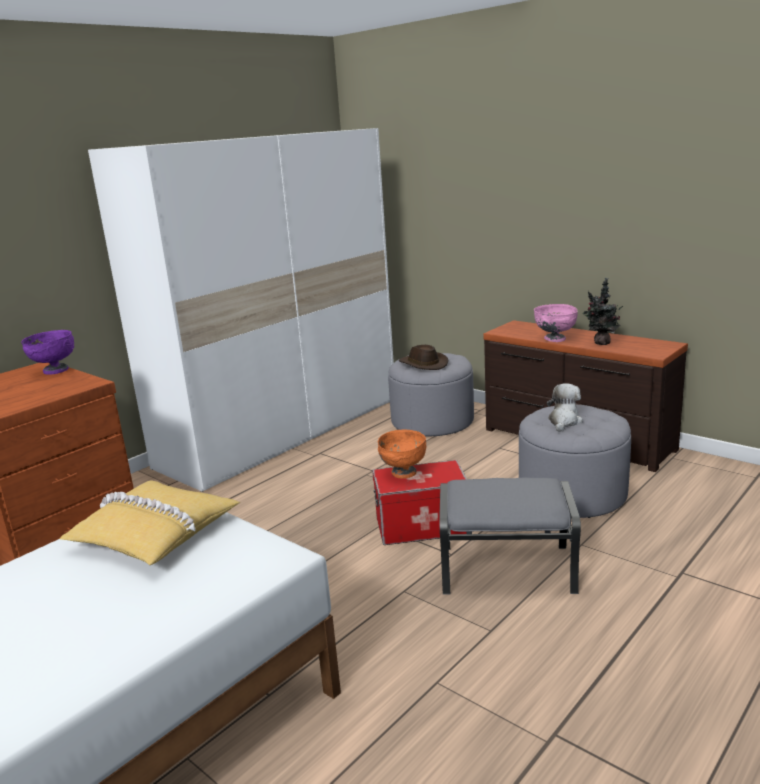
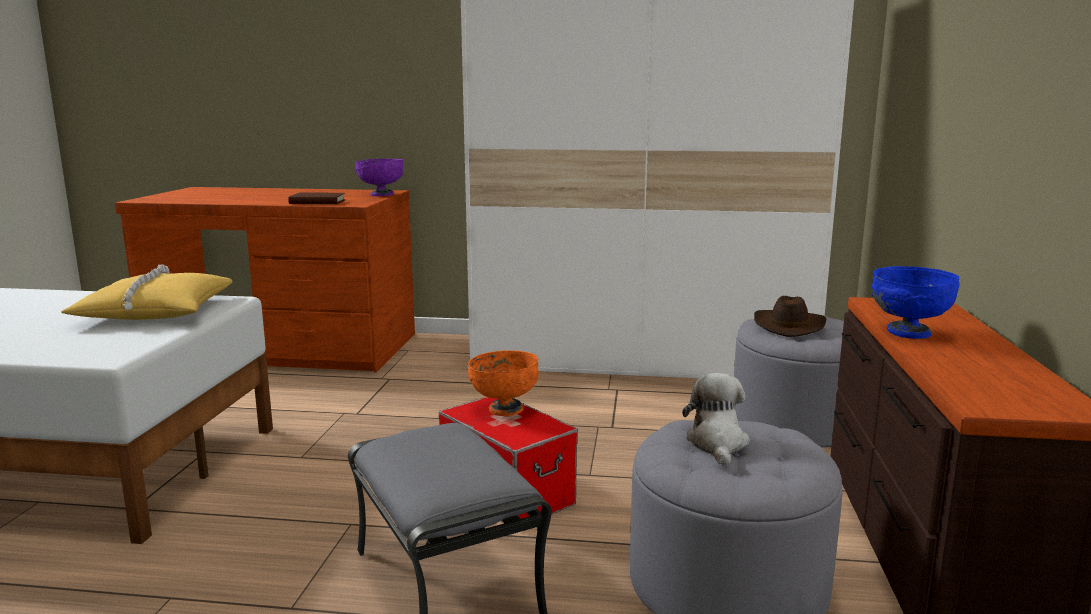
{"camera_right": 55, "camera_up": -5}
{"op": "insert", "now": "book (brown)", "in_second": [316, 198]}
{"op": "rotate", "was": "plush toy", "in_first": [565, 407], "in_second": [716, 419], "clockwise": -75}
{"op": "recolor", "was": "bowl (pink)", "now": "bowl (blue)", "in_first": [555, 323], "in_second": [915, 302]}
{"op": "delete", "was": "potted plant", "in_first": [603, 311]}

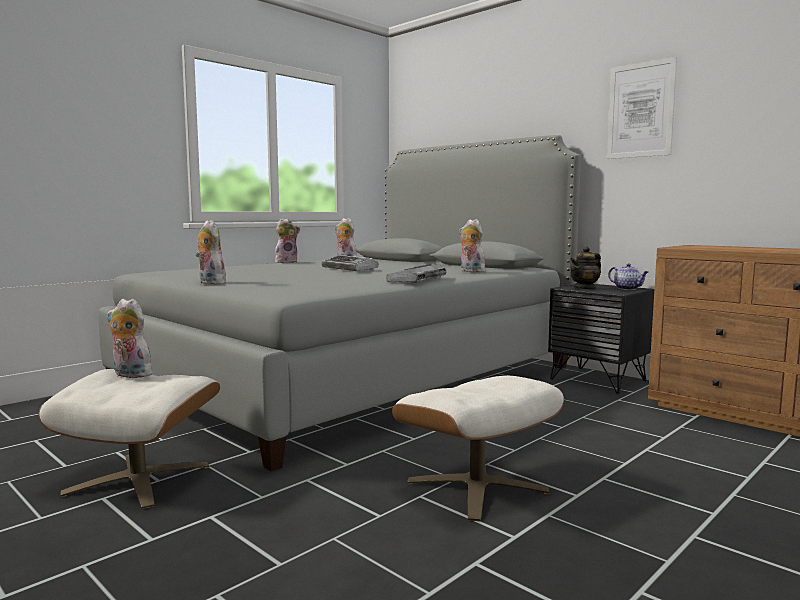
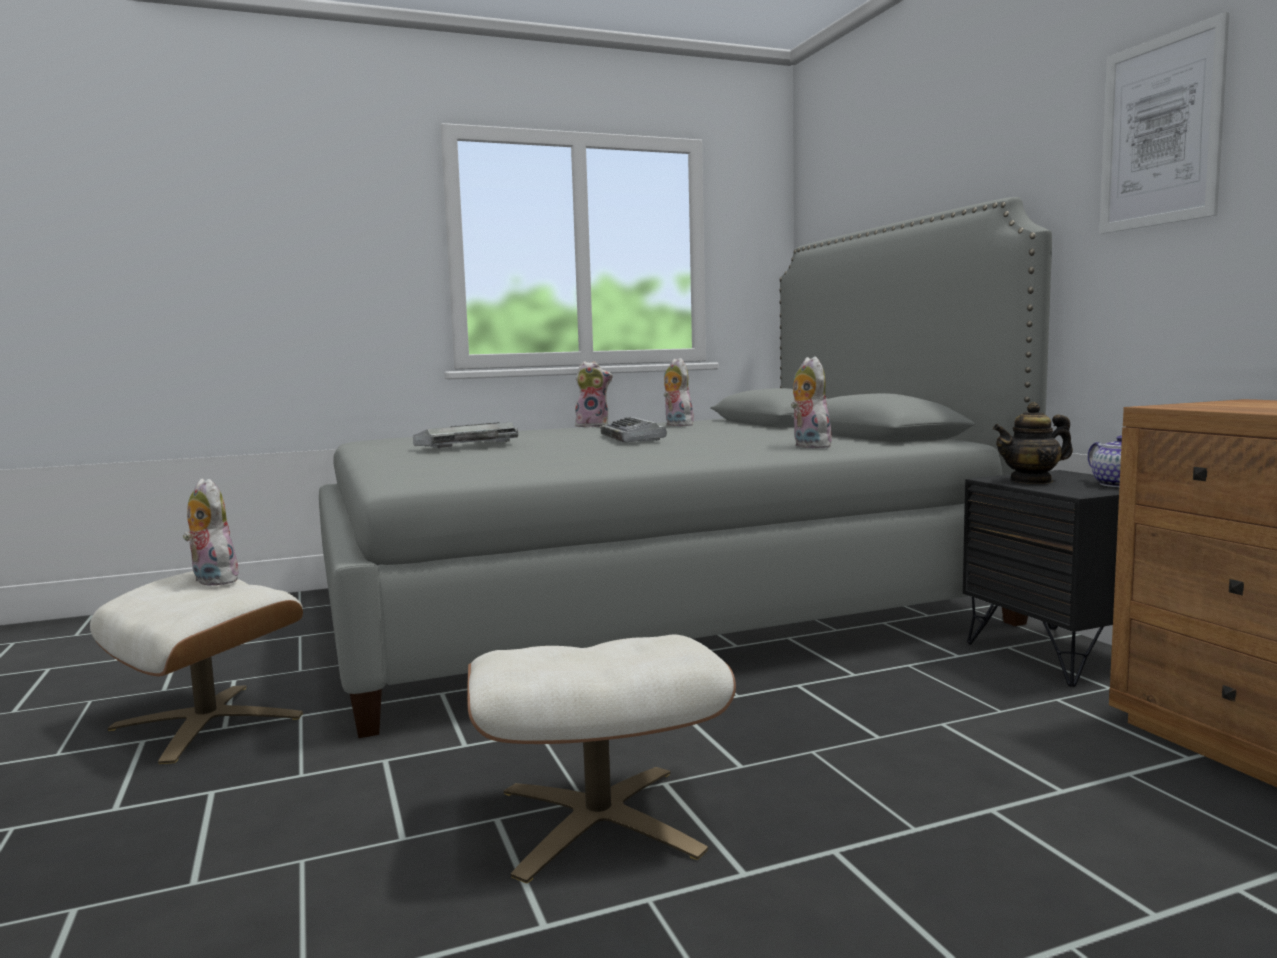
{"camera_right": 25, "camera_up": 0}
{"op": "move", "was": "keyboard", "in_first": [416, 273], "in_second": [465, 435]}
{"op": "delete", "was": "plush toy", "in_first": [210, 252]}

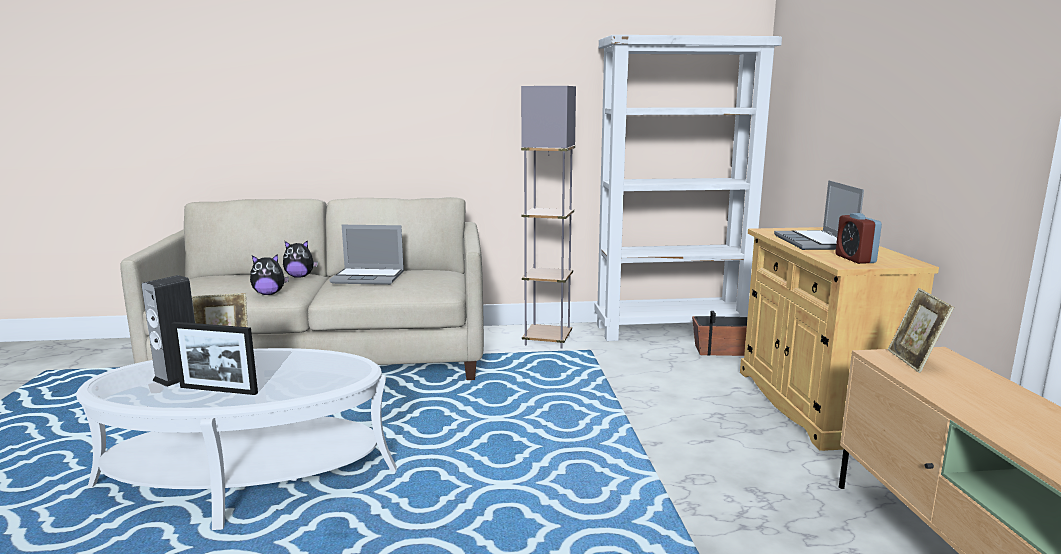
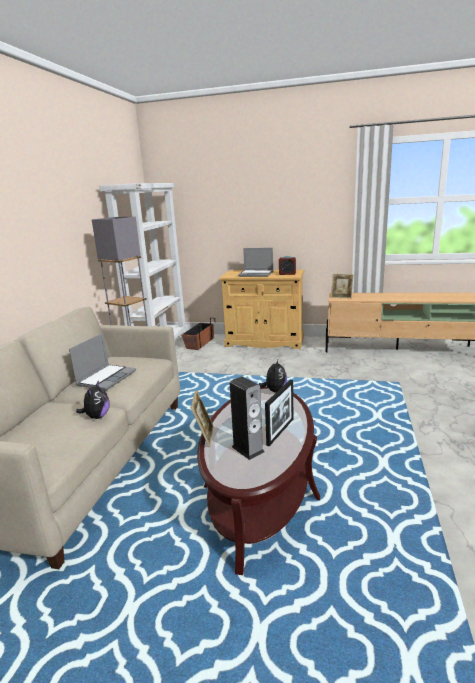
{"camera_right": -70, "camera_up": 5}
{"op": "recolor", "was": "coffee table (white)", "now": "coffee table (brown)", "in_first": [236, 439], "in_second": [258, 480]}
{"op": "move", "was": "plush toy", "in_first": [300, 259], "in_second": [273, 376]}

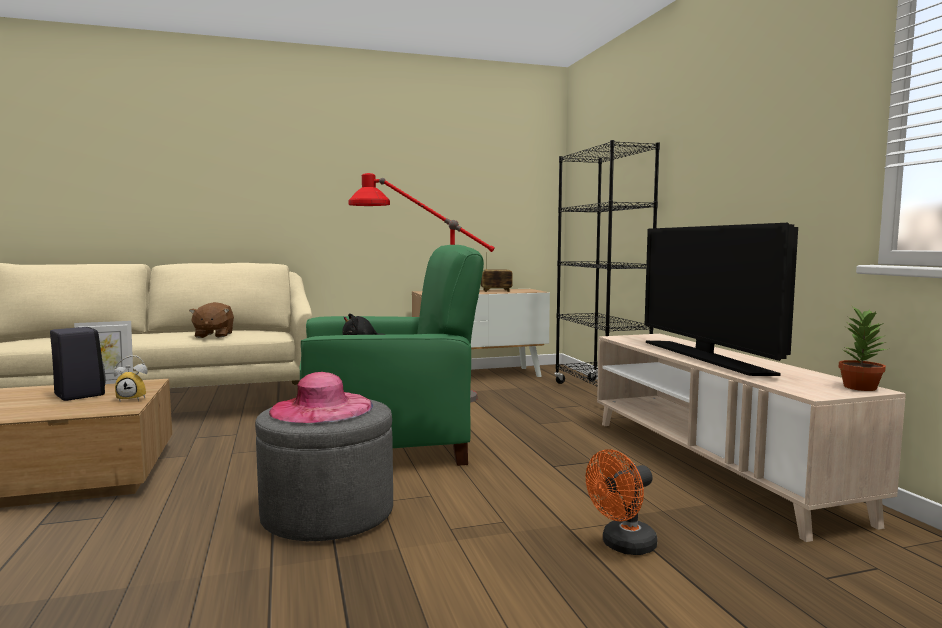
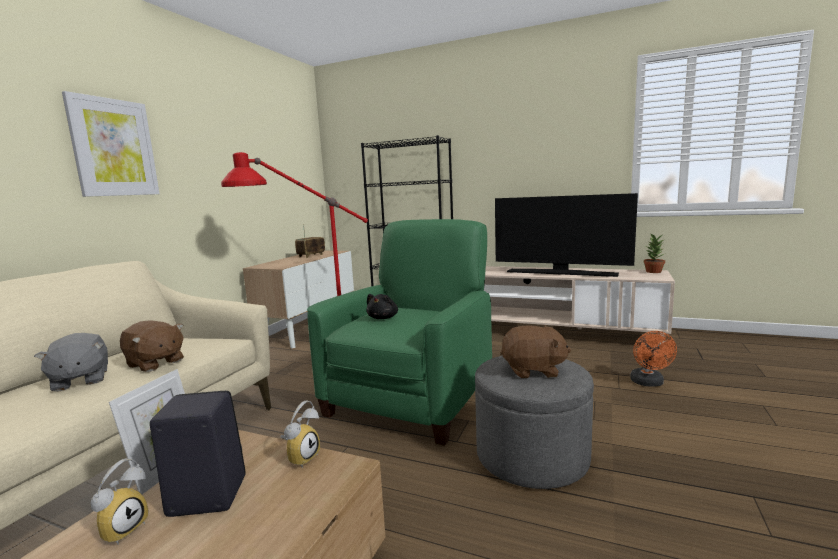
{"camera_right": -50, "camera_up": 5}
{"op": "insert", "now": "plush toy (grey)", "in_second": [71, 362]}
{"op": "insert", "now": "picture", "in_second": [111, 144]}
{"op": "insert", "now": "alarm clock", "in_second": [119, 502]}
{"op": "replace", "was": "hat (pink)", "now": "plush toy (brown)", "in_first": [321, 397], "in_second": [536, 351]}

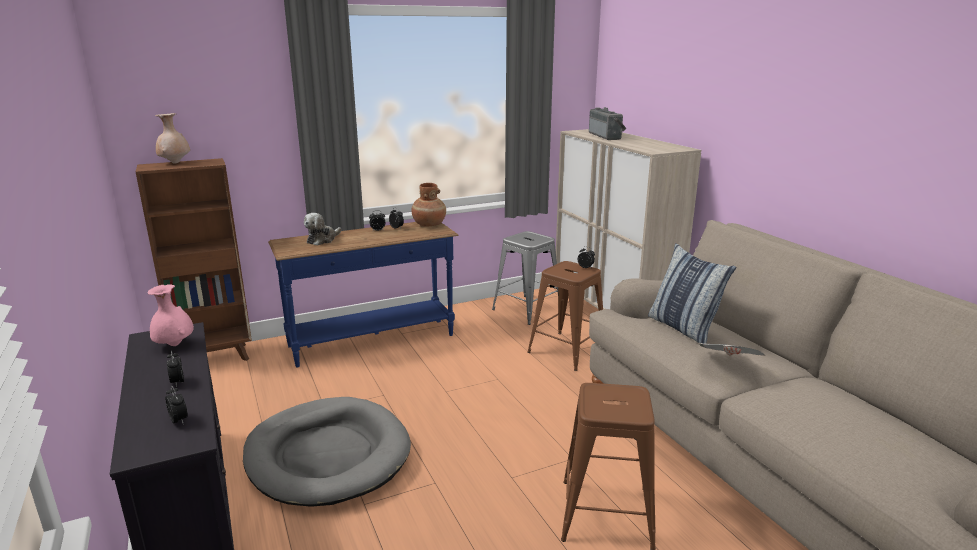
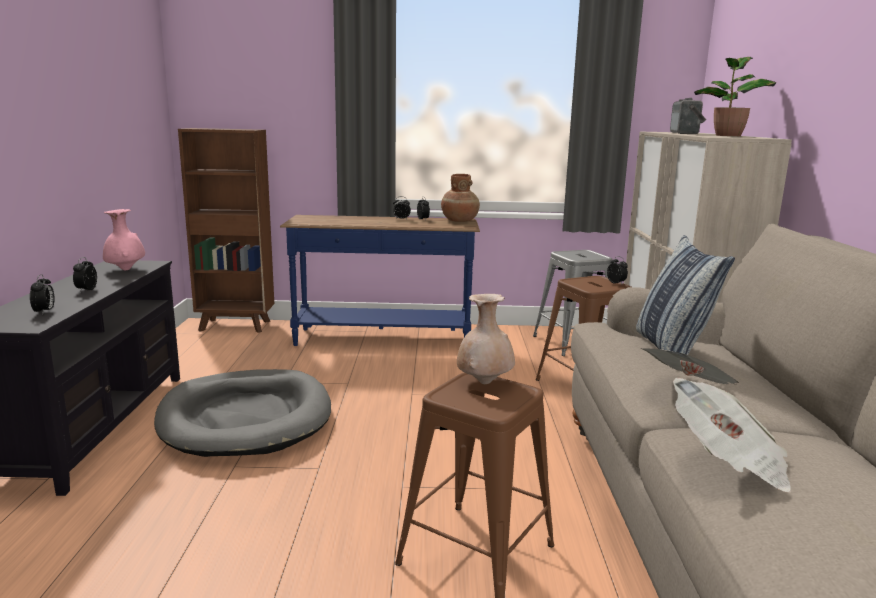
{"camera_right": 25, "camera_up": -5}
{"op": "move", "was": "vase (beige)", "in_first": [172, 138], "in_second": [486, 339]}
{"op": "insert", "now": "newspaper", "in_second": [732, 435]}
{"op": "insert", "now": "potted plant", "in_second": [735, 96]}
{"op": "delete", "was": "plush toy", "in_first": [322, 229]}

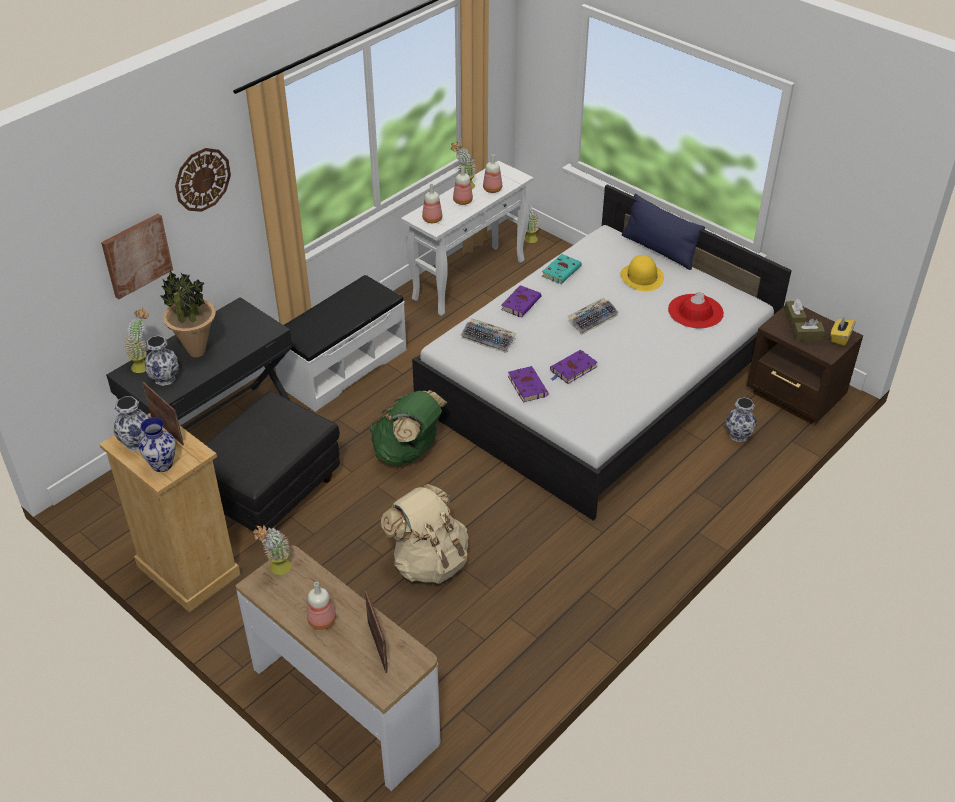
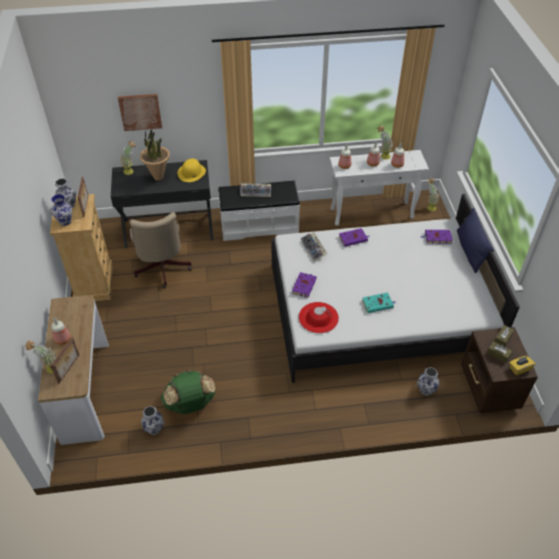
{"camera_right": 40, "camera_up": 5}
{"op": "move", "was": "potted plant", "in_first": [272, 550], "in_second": [41, 356]}
{"op": "replace", "was": "ottoman (black)", "now": "office chair (beige)", "in_first": [272, 461], "in_second": [161, 250]}
{"op": "move", "was": "vase", "in_first": [162, 361], "in_second": [152, 420]}
{"op": "move", "was": "backpack (green)", "in_first": [408, 428], "in_second": [188, 391]}
{"op": "move", "was": "hat (yellow)", "in_first": [642, 273], "in_second": [192, 170]}
{"op": "move", "was": "keyboard", "in_first": [593, 316], "in_second": [255, 190]}
{"op": "move", "was": "hat (red)", "in_first": [696, 310], "in_second": [319, 317]}
{"op": "move", "was": "book (turquoise)", "in_first": [562, 269], "in_second": [379, 302]}
{"op": "move", "was": "book (purple)", "in_first": [574, 367], "in_second": [436, 237]}
{"op": "delete", "was": "wall clock", "in_first": [203, 180]}
{"op": "delete", "was": "backpack (beige)", "in_first": [424, 534]}

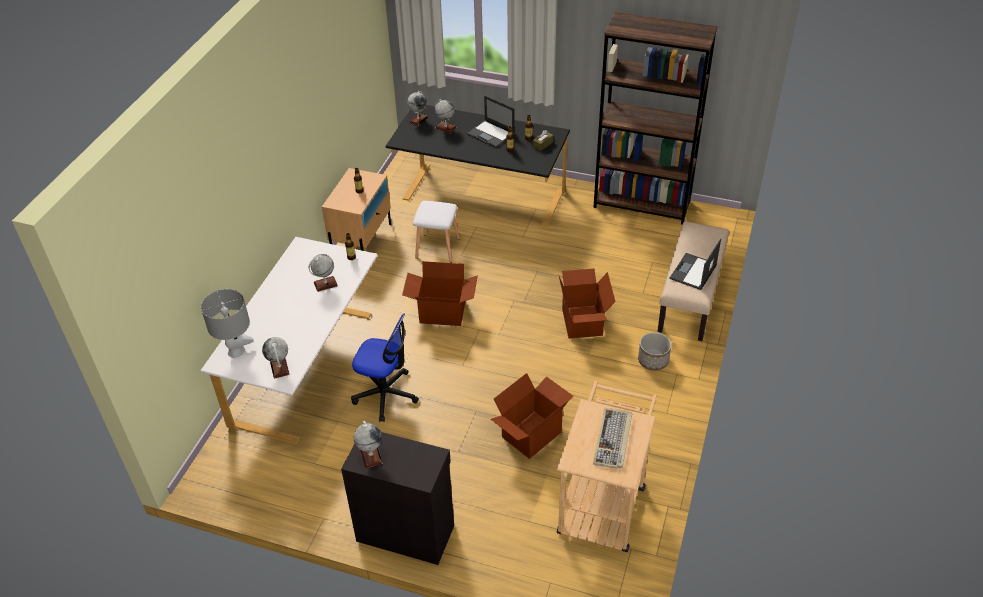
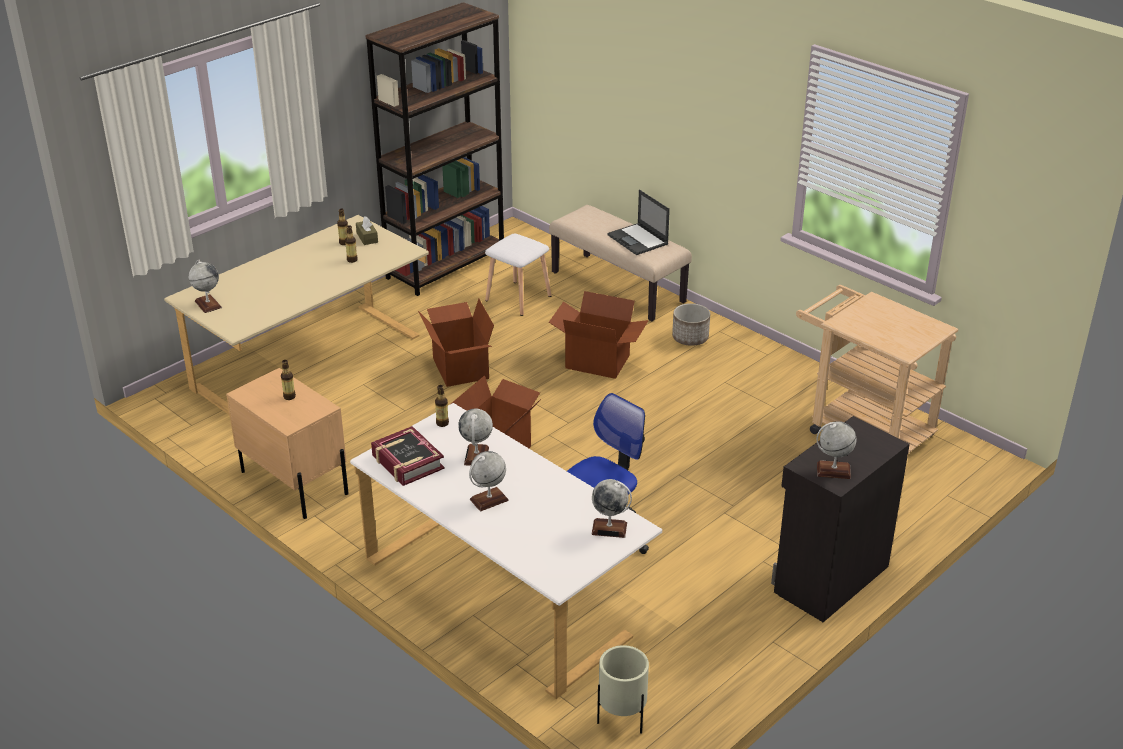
{"camera_right": -65, "camera_up": -10}
{"op": "recolor", "was": "desk (black)", "now": "desk (beige)", "in_first": [478, 166], "in_second": [296, 315]}
{"op": "insert", "now": "book", "in_second": [408, 456]}
{"op": "move", "was": "cardboard box", "in_first": [532, 416], "in_second": [456, 343]}
{"op": "move", "was": "globe", "in_first": [446, 116], "in_second": [489, 481]}
{"op": "move", "was": "stool (white)", "in_first": [436, 232], "in_second": [518, 274]}
{"op": "insert", "now": "planter (beige)", "in_second": [623, 689]}
{"op": "delete", "was": "table lamp (grey)", "in_first": [227, 323]}
{"op": "delete", "was": "laptop", "in_first": [491, 122]}
{"op": "delete", "was": "keyboard", "in_first": [612, 438]}

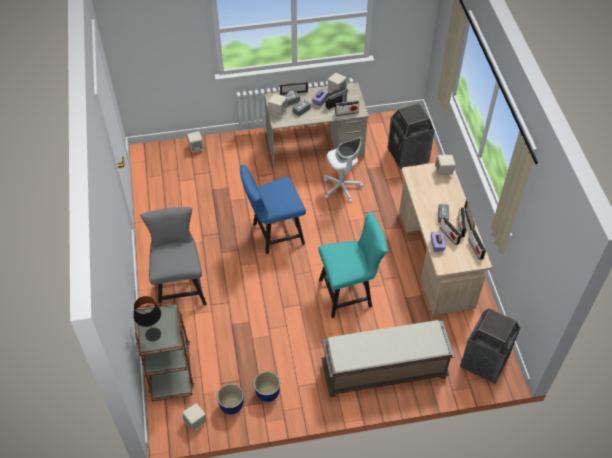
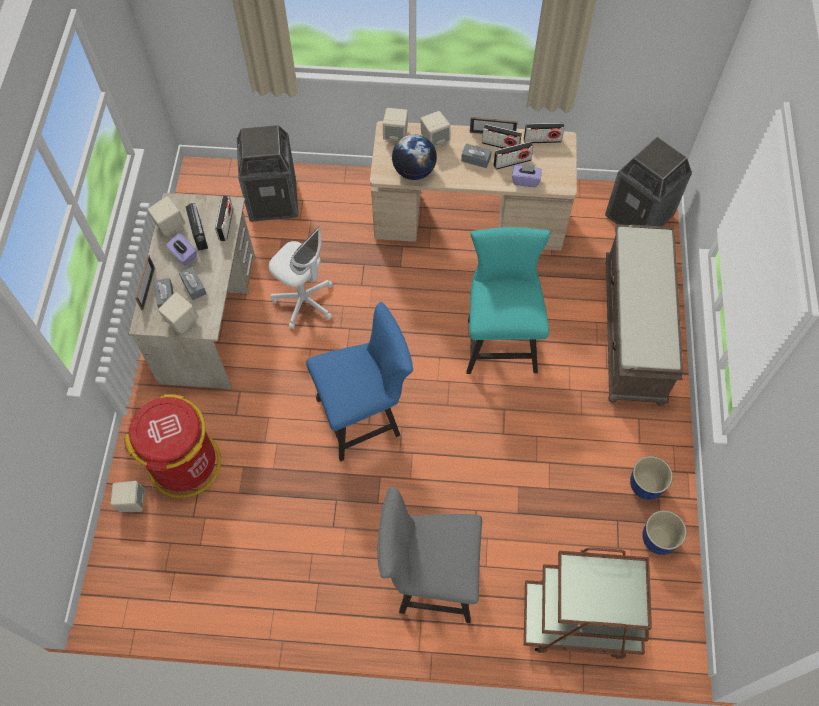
{"camera_right": -75, "camera_up": 10}
{"op": "insert", "now": "trash can (red)", "in_second": [172, 446]}
{"op": "rotate", "was": "office chair (white)", "in_first": [343, 170], "in_second": [301, 277], "clockwise": 45}
{"op": "rotate", "was": "chair (blue)", "in_first": [273, 209], "in_second": [359, 382], "clockwise": -105}
{"op": "insert", "now": "globe", "in_second": [414, 157]}
{"op": "move", "was": "speaker (beige)", "in_first": [194, 417], "in_second": [435, 129]}
{"op": "delete", "was": "table lamp (black)", "in_first": [147, 318]}

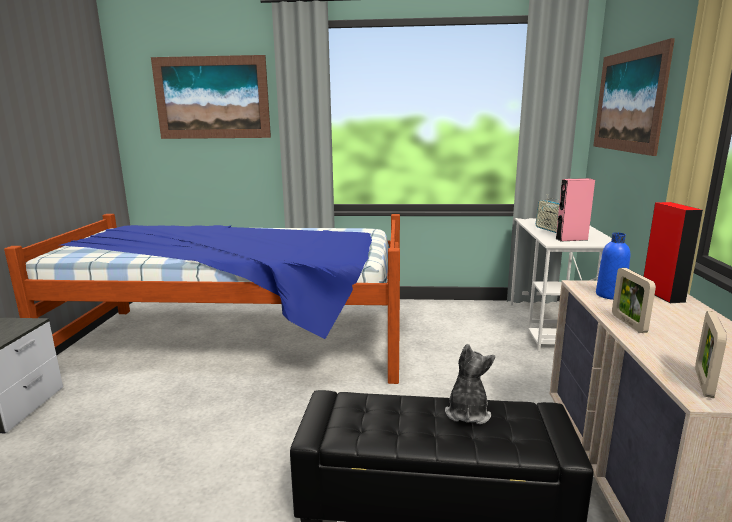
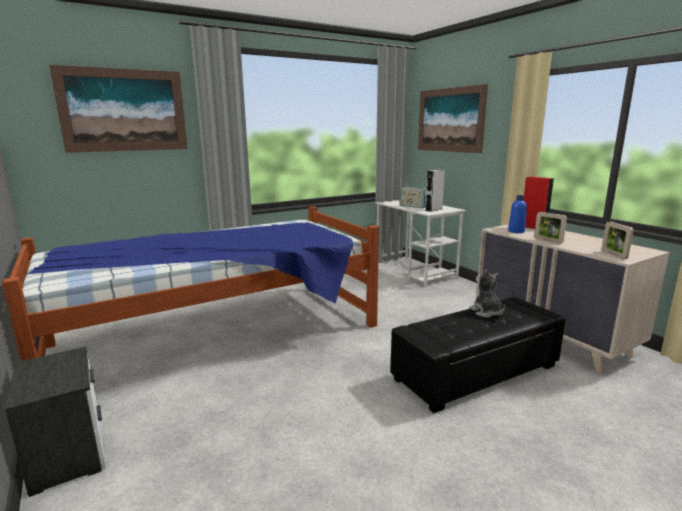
{"camera_right": -35, "camera_up": 0}
{"op": "recolor", "was": "speaker (pink)", "now": "speaker (grey)", "in_first": [575, 209], "in_second": [435, 191]}

